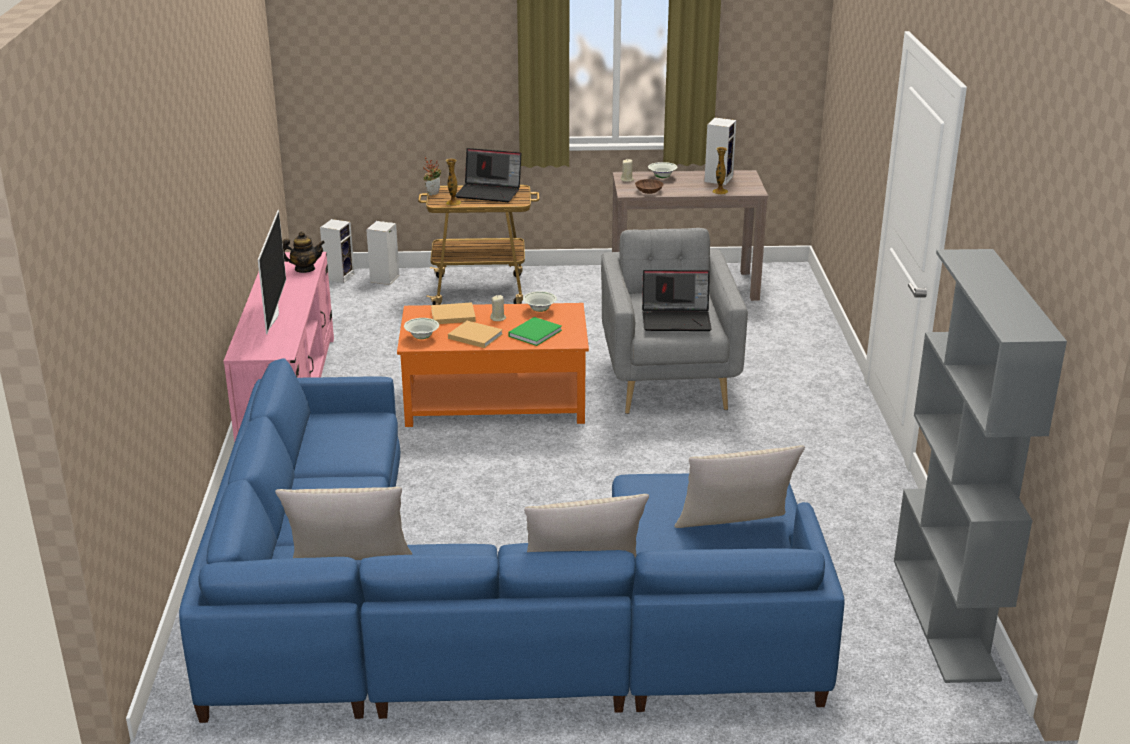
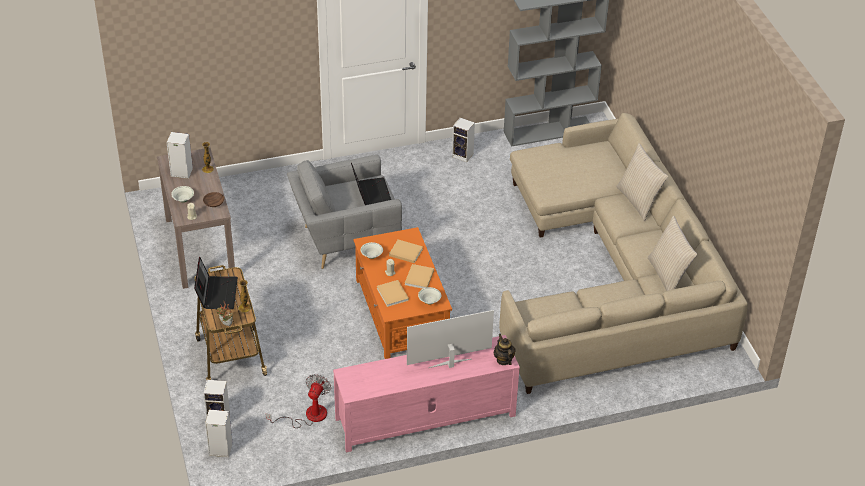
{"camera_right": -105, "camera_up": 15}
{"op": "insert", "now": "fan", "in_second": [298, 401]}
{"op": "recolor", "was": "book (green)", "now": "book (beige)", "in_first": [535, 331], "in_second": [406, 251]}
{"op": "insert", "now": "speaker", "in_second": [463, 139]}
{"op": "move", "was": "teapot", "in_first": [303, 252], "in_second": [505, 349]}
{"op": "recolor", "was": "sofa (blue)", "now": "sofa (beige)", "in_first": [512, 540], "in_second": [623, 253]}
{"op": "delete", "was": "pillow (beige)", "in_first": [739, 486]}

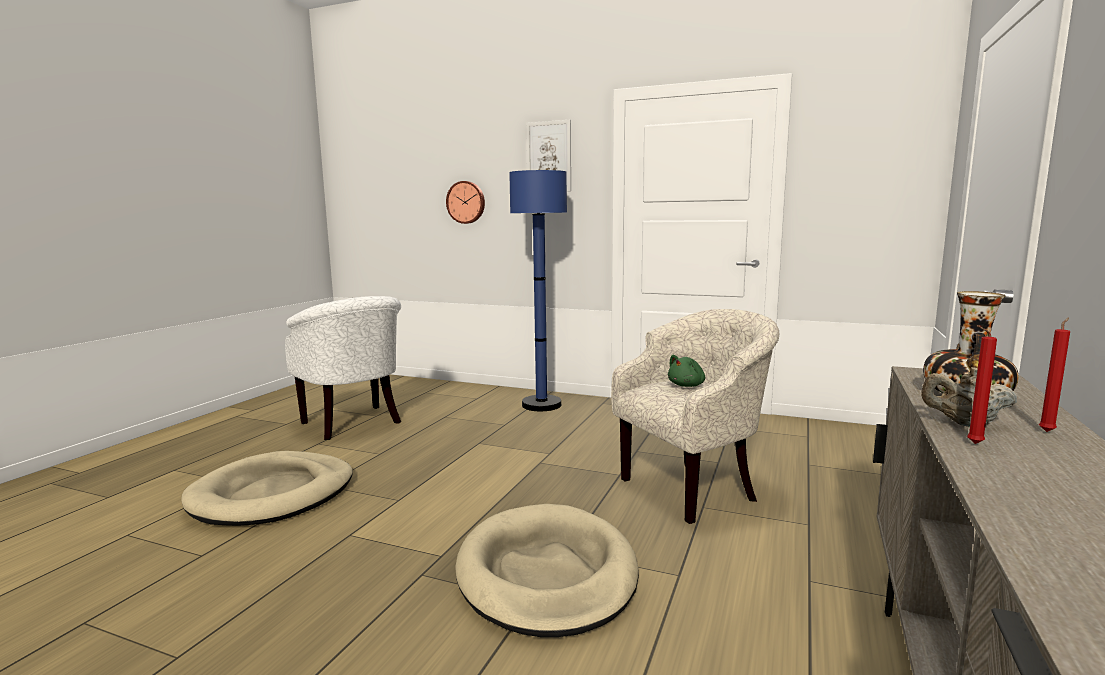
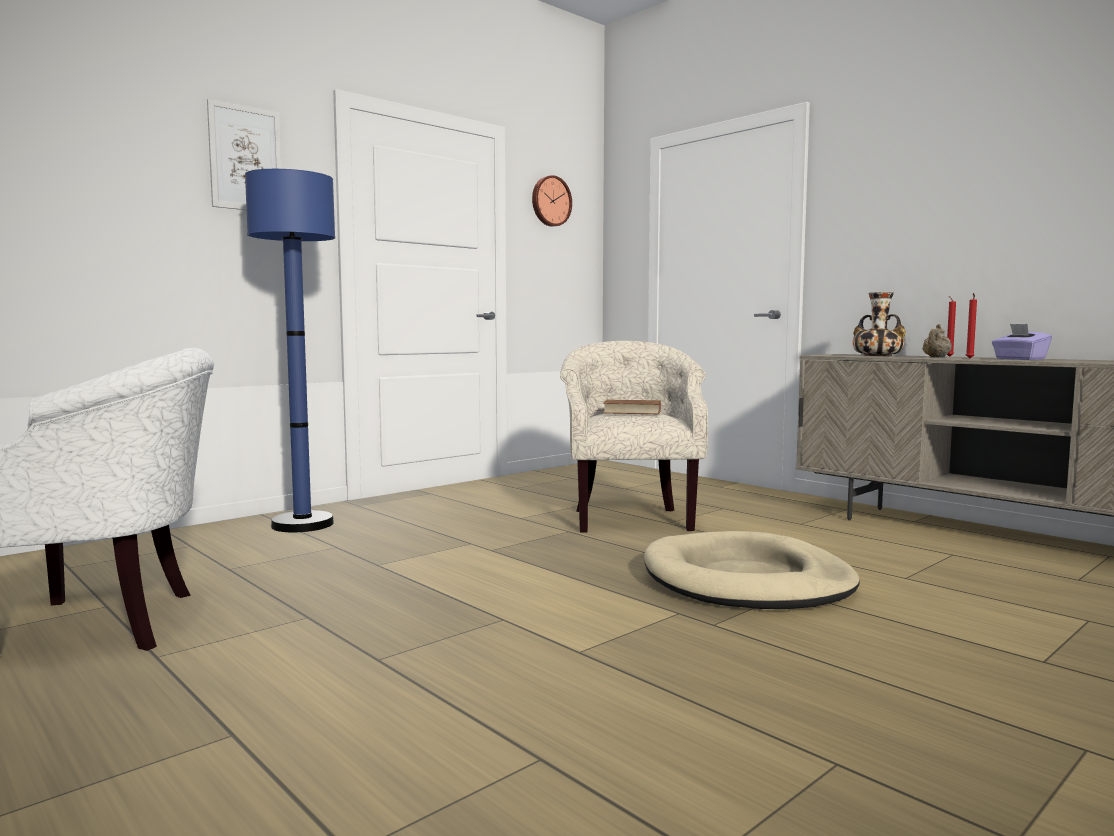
{"camera_right": -65, "camera_up": -5}
{"op": "move", "was": "wall clock", "in_first": [465, 202], "in_second": [552, 201]}
{"op": "replace", "was": "plush toy (green)", "now": "book (brown)", "in_first": [686, 371], "in_second": [628, 407]}
{"op": "insert", "now": "tissue box (purple)", "in_second": [1022, 342]}
{"op": "delete", "was": "dog bed (beige)", "in_first": [267, 488]}

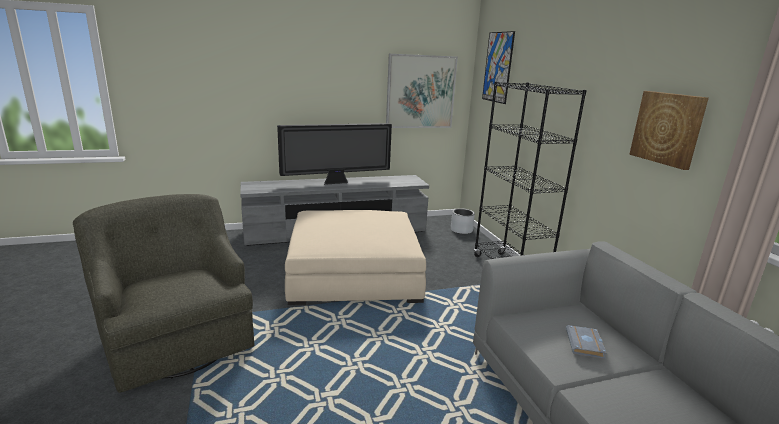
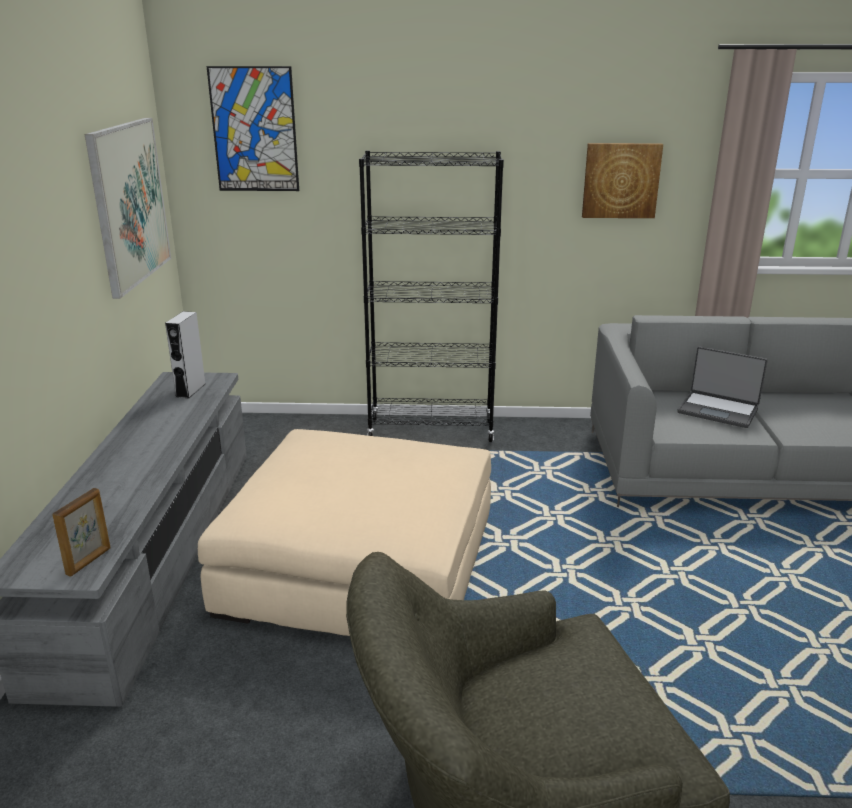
{"camera_right": -70, "camera_up": 5}
{"op": "insert", "now": "picture frame", "in_second": [81, 532]}
{"op": "insert", "now": "speaker (grey)", "in_second": [185, 354]}
{"op": "replace", "was": "book (grey)", "now": "laptop", "in_first": [586, 342], "in_second": [722, 387]}
{"op": "delete", "was": "television", "in_first": [334, 154]}
{"op": "delete", "was": "planter (grey)", "in_first": [463, 221]}

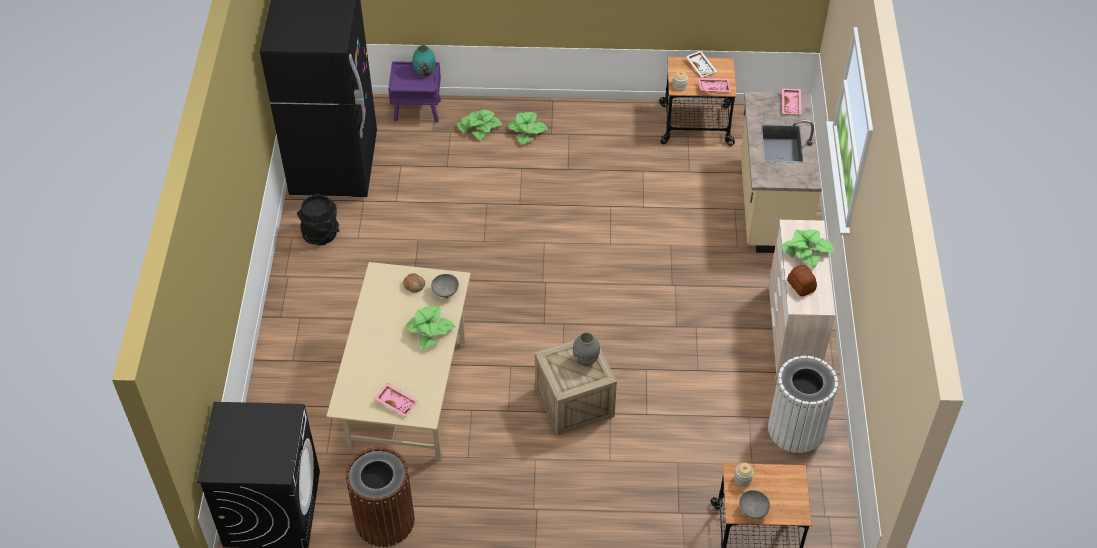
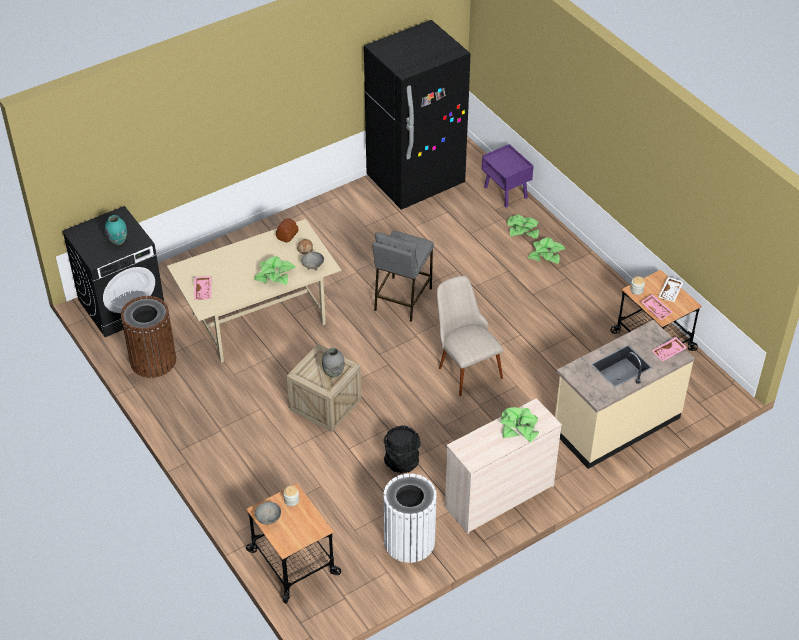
{"camera_right": 55, "camera_up": -5}
{"op": "move", "was": "vase (turquoise)", "in_first": [424, 61], "in_second": [116, 230]}
{"op": "move", "was": "bread", "in_first": [802, 281], "in_second": [287, 230]}
{"op": "insert", "now": "stool (grey)", "in_second": [403, 276]}
{"op": "move", "was": "bucket (black)", "in_first": [318, 219], "in_second": [402, 449]}
{"op": "insert", "now": "chair (beige)", "in_second": [470, 336]}

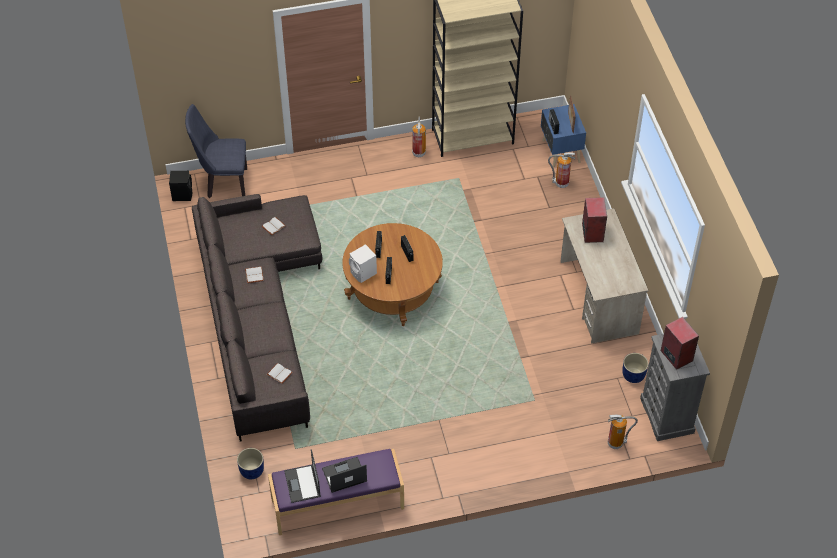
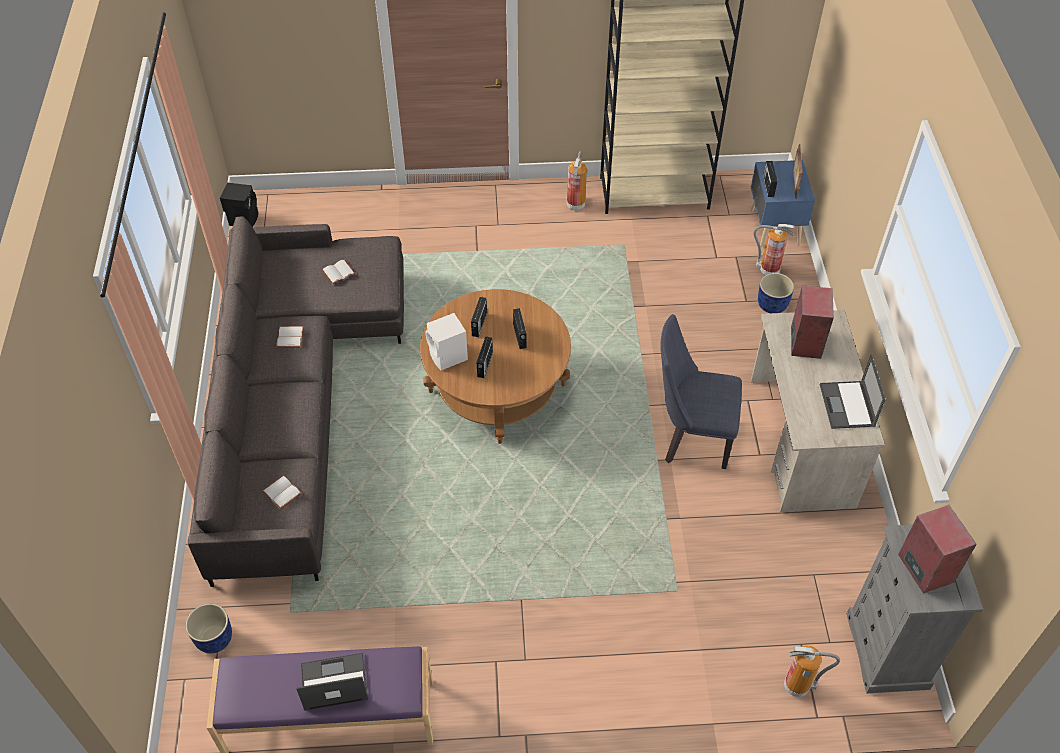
{"camera_right": 10, "camera_up": 0}
{"op": "move", "was": "chair (blue)", "in_first": [216, 151], "in_second": [701, 391]}
{"op": "move", "was": "planter (blue)", "in_first": [635, 368], "in_second": [776, 293]}
{"op": "move", "was": "laptop", "in_first": [302, 476], "in_second": [853, 392]}

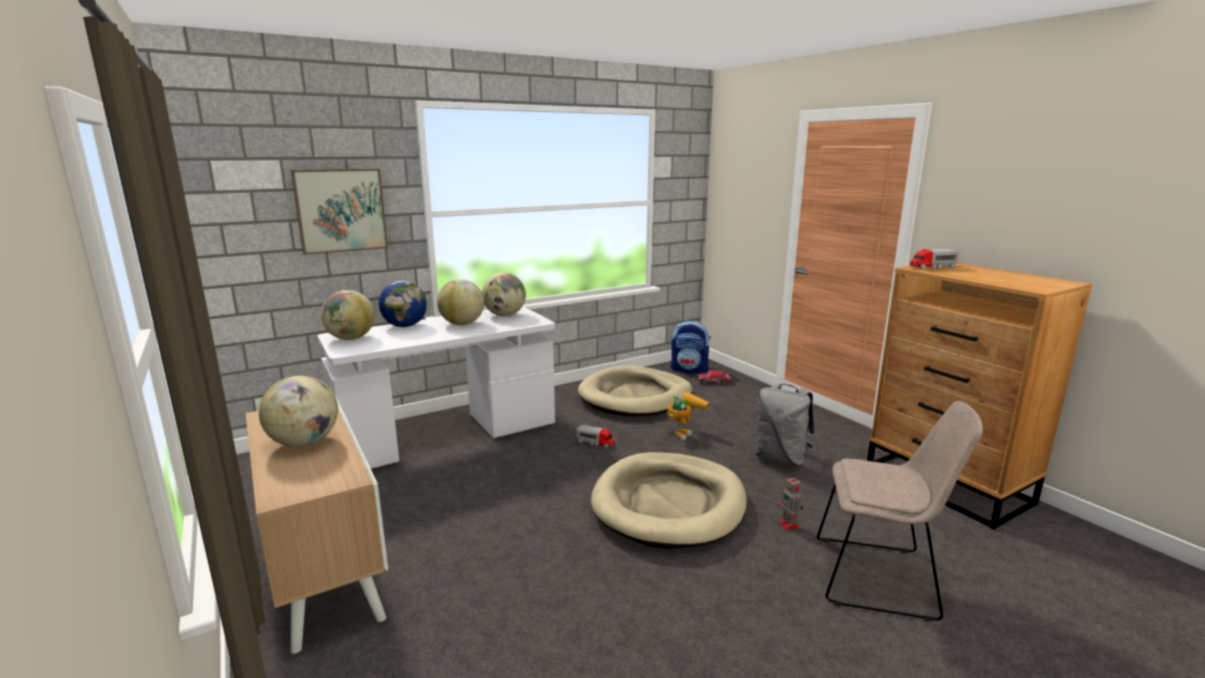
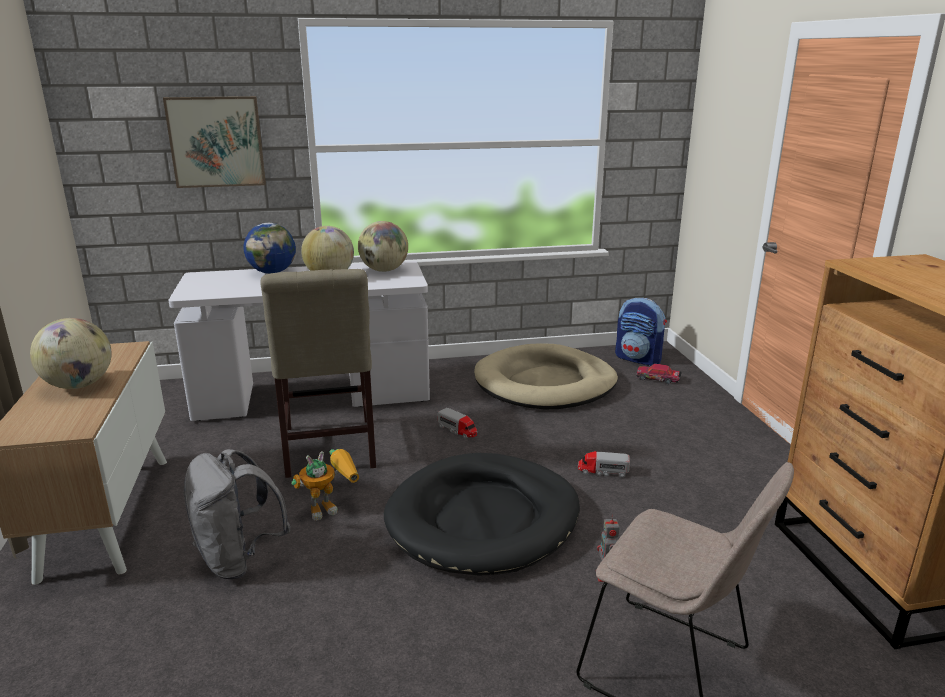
{"camera_right": 20, "camera_up": 5}
{"op": "move", "was": "backpack (grey)", "in_first": [785, 425], "in_second": [237, 514]}
{"op": "insert", "now": "chair (beige)", "in_second": [318, 373]}
{"op": "move", "was": "toy robot", "in_first": [688, 416], "in_second": [325, 485]}
{"op": "recolor", "was": "dog bed (beige)", "now": "dog bed (black)", "in_first": [669, 500], "in_second": [482, 514]}
{"op": "move", "was": "toy truck", "in_first": [934, 259], "in_second": [604, 464]}
{"op": "delete", "was": "globe", "in_first": [348, 315]}

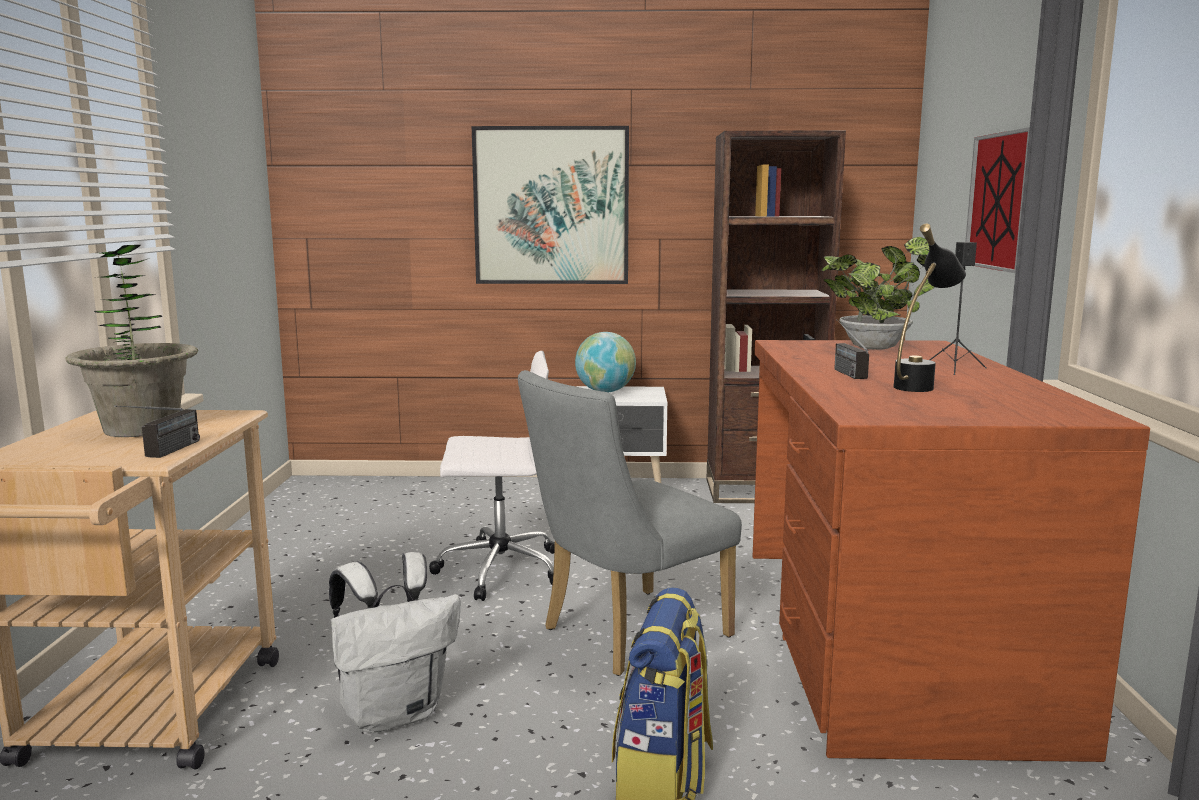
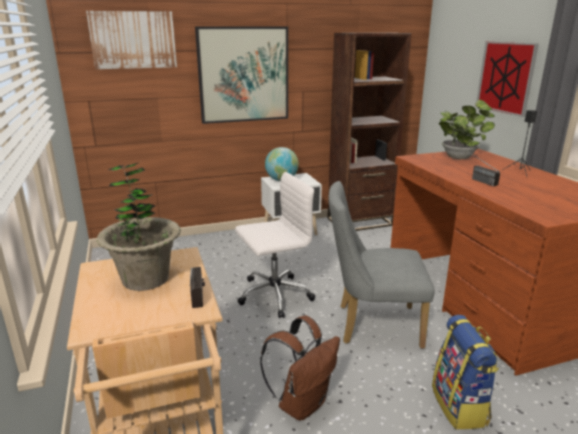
{"camera_right": -20, "camera_up": 10}
{"op": "insert", "now": "picture", "in_second": [131, 40]}
{"op": "recolor", "was": "backpack (white)", "now": "backpack (brown)", "in_first": [394, 642], "in_second": [300, 368]}
{"op": "rotate", "was": "chair (grey)", "in_first": [630, 523], "in_second": [381, 265], "clockwise": 60}
{"op": "delete", "was": "table lamp (black)", "in_first": [929, 308]}

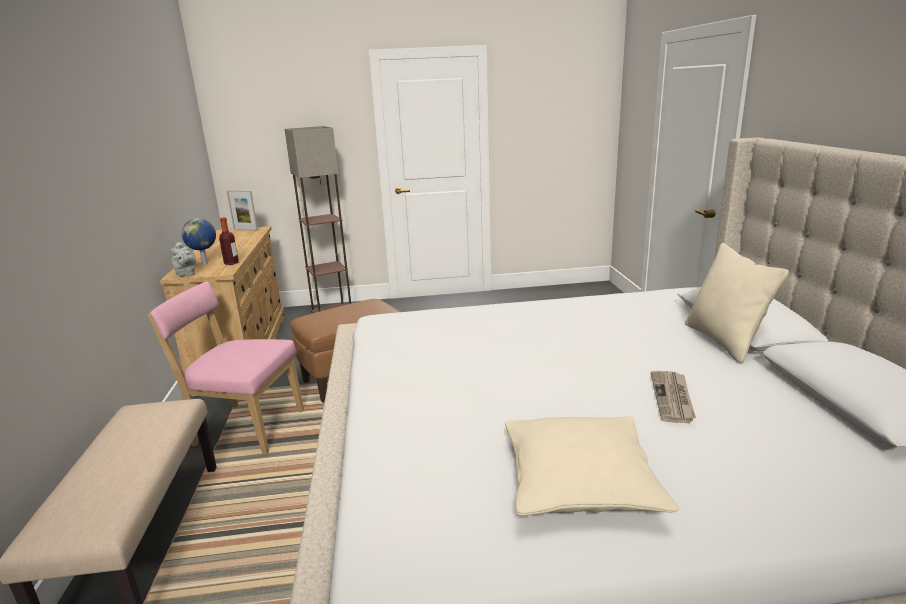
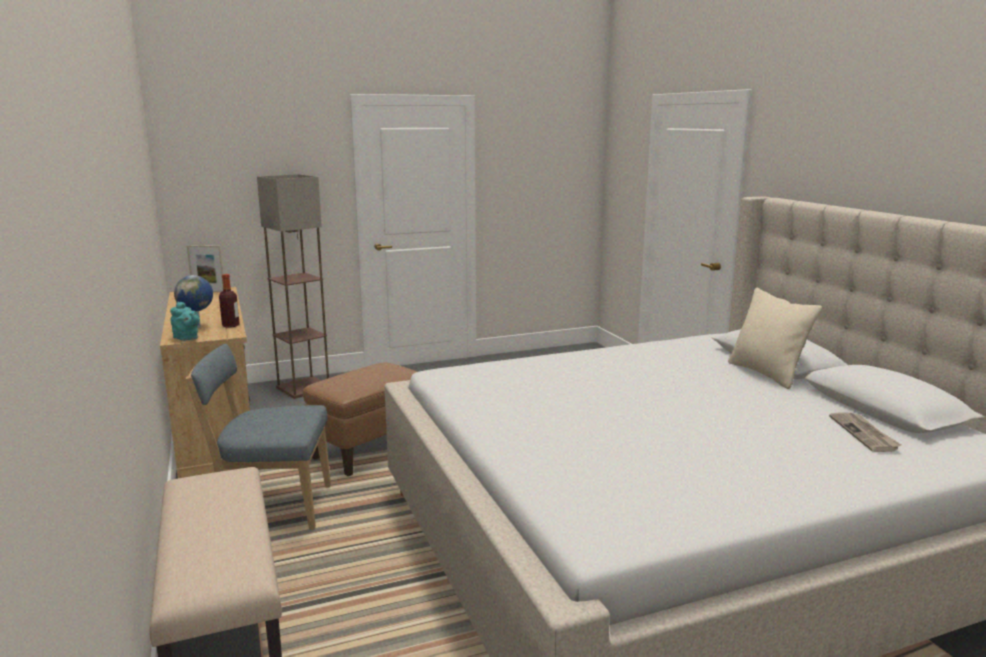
{"camera_right": -15, "camera_up": -5}
{"op": "recolor", "was": "teapot (grey)", "now": "teapot (turquoise)", "in_first": [183, 259], "in_second": [185, 321]}
{"op": "recolor", "was": "chair (pink)", "now": "chair (blue)", "in_first": [225, 368], "in_second": [258, 437]}
{"op": "move", "was": "newspaper", "in_first": [673, 397], "in_second": [865, 432]}
{"op": "delete", "was": "pillow (beige)", "in_first": [592, 466]}

